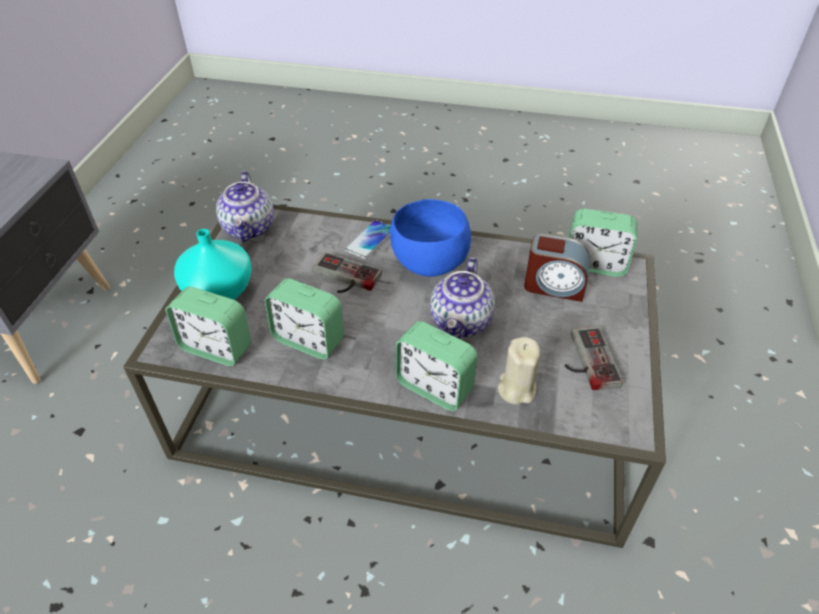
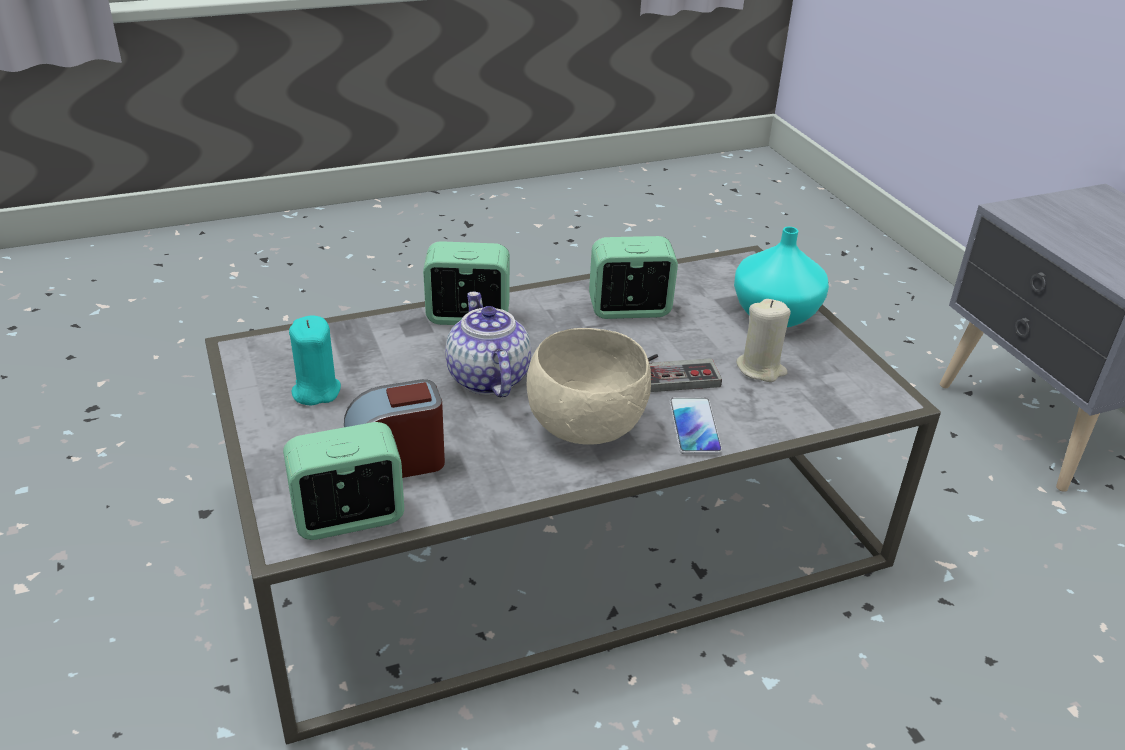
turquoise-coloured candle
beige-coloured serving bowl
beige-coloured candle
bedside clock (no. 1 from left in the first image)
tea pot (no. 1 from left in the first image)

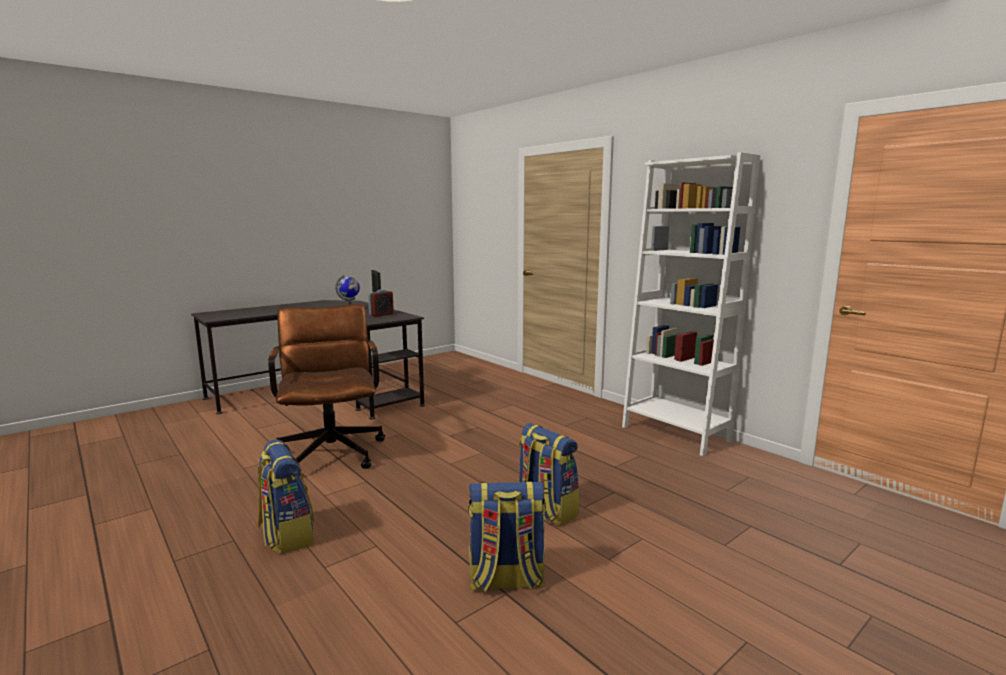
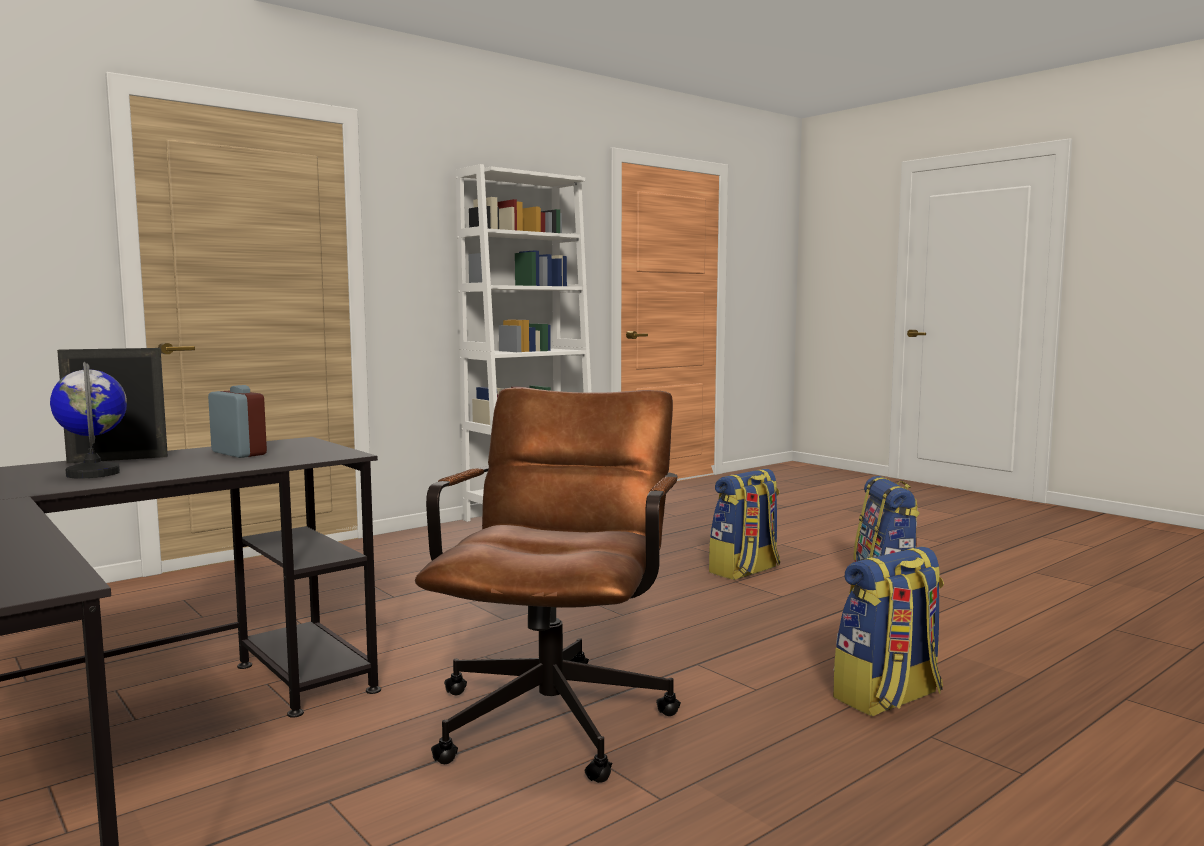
brown computer chair

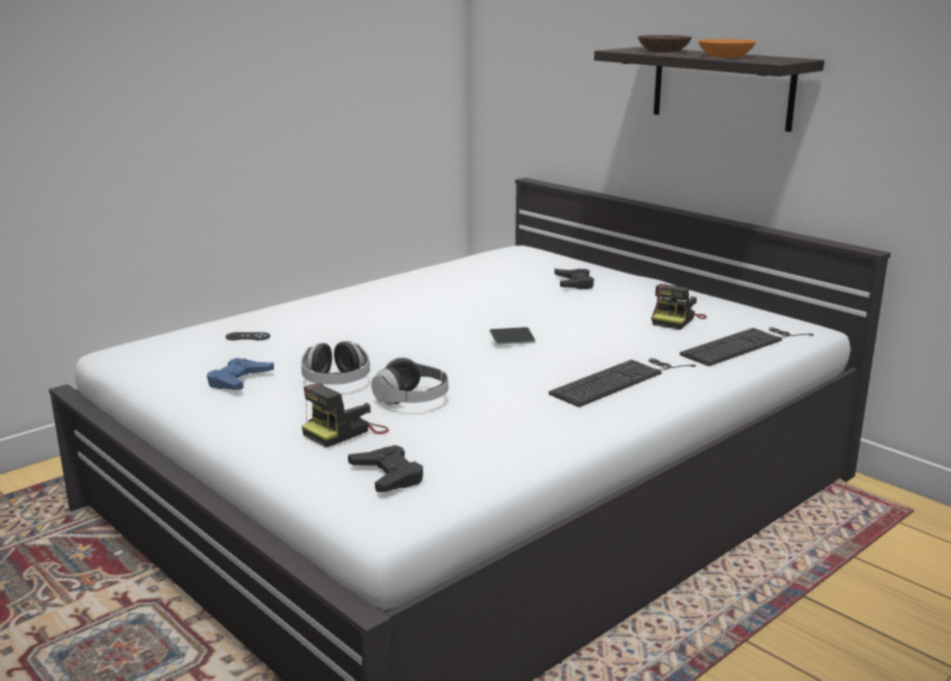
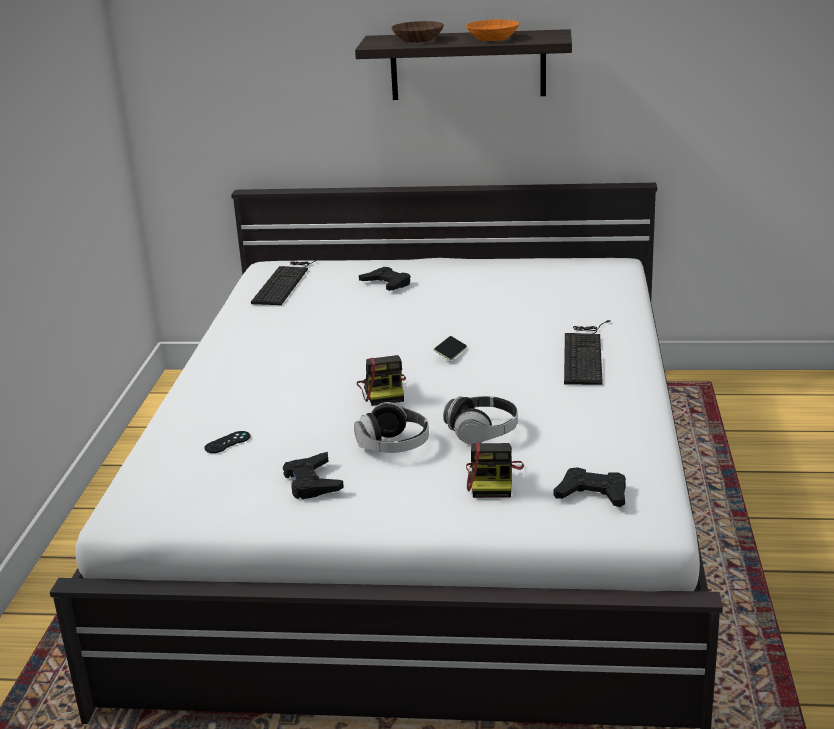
keyboard (no. 1 from left)
black-coloured game controller (no. 2 from left)
photo camera (no. 1 from left)

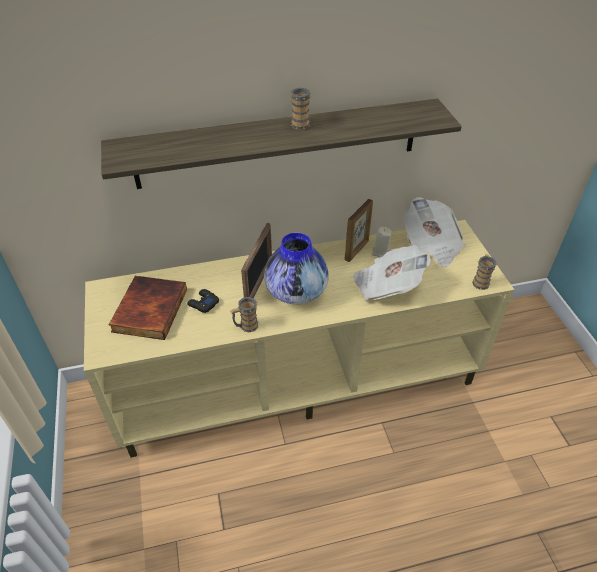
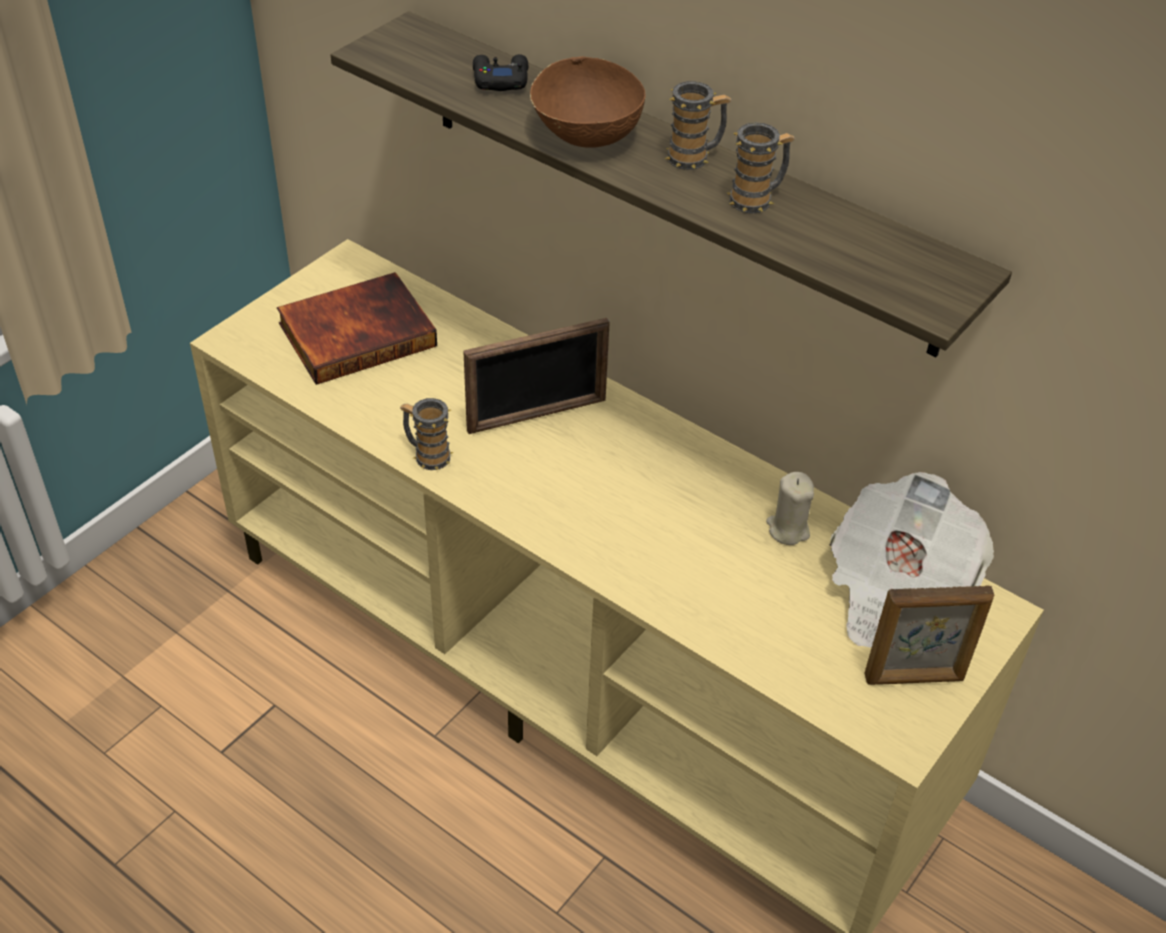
black-coloured game controller
brown serving bowl
coffee mug (no. 3 from left)
standing frame (no. 2 from left)
flower vase
daily paper (no. 1 from left in the first image)

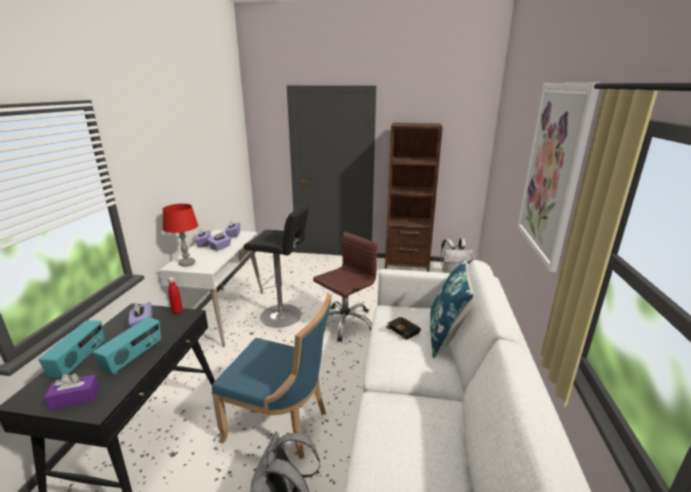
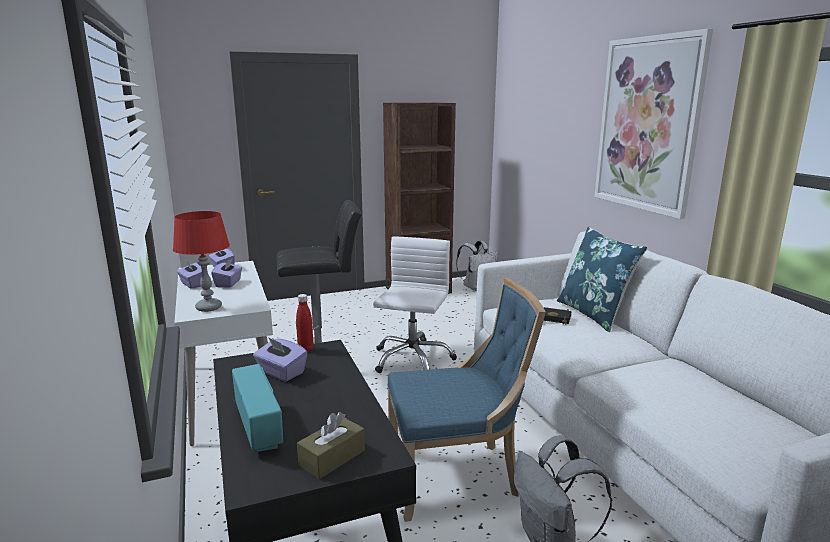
brown box of tissues
whitish computer chair
radio receiver (no. 2 from left in the first image)

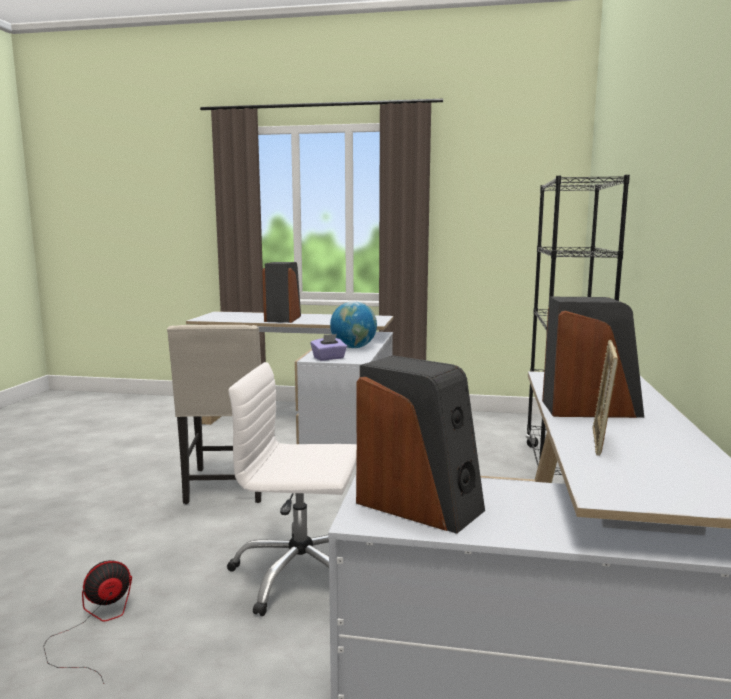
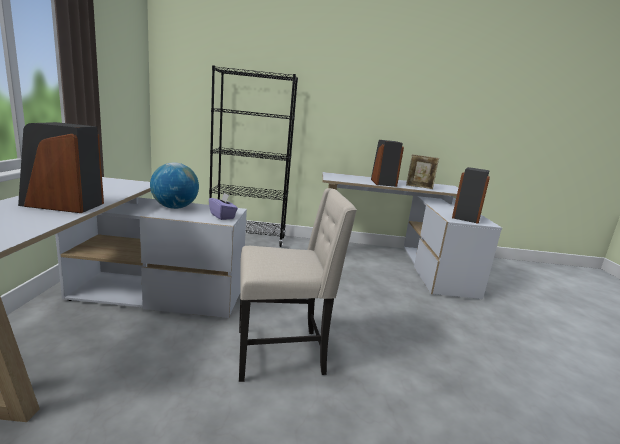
electric fan
whitish computer chair

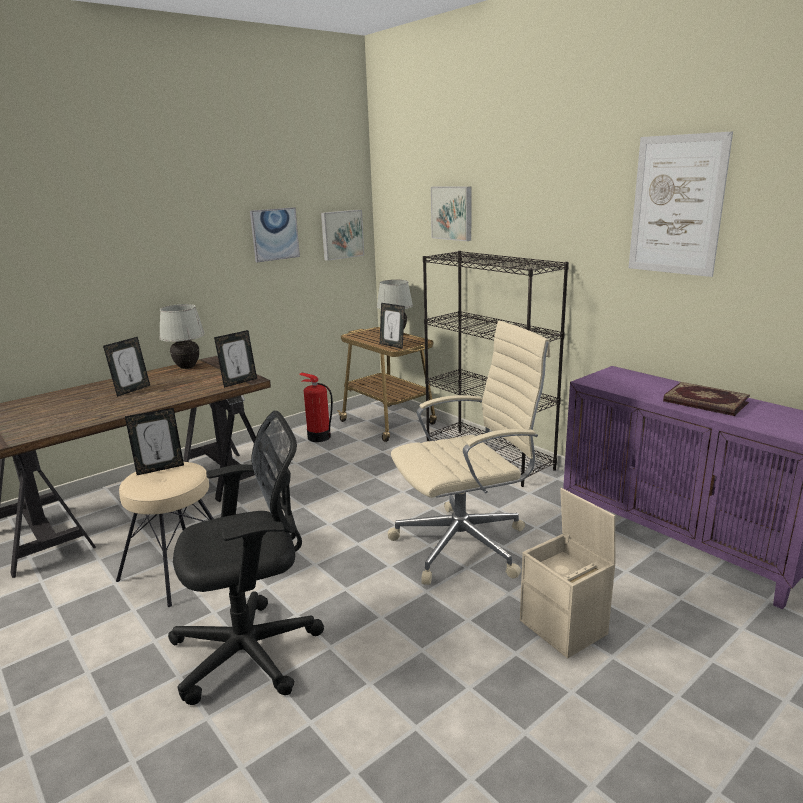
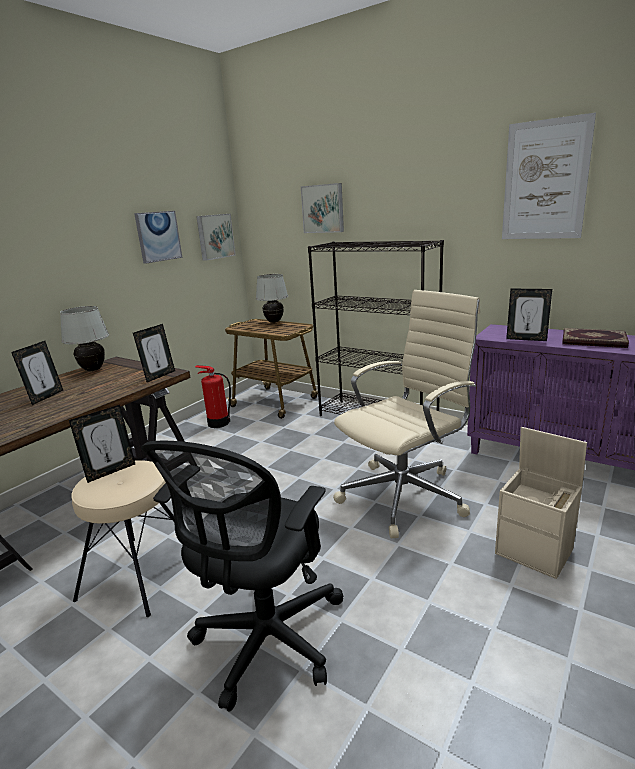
black-coloured computer chair
standing frame (no. 4 from left)

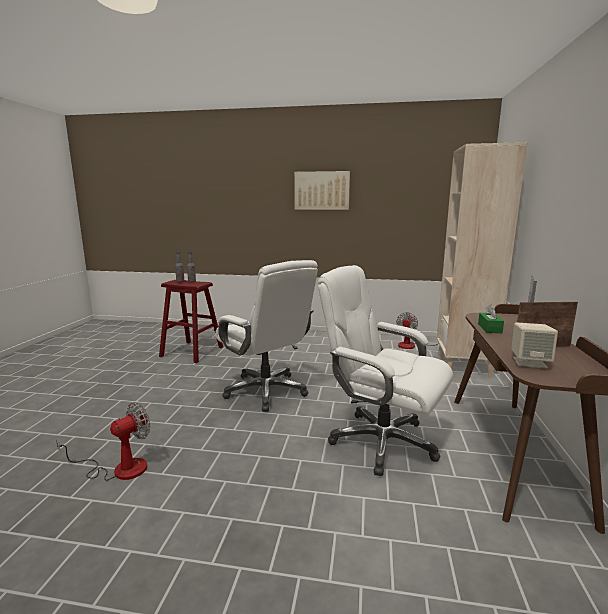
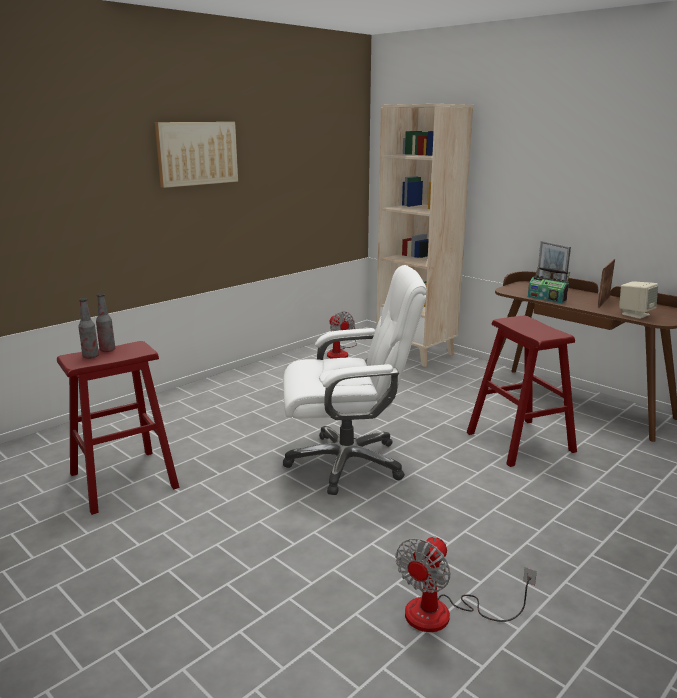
electric fan (no. 2 from left)
red sitting stool (no. 2 from left)
radio receiver

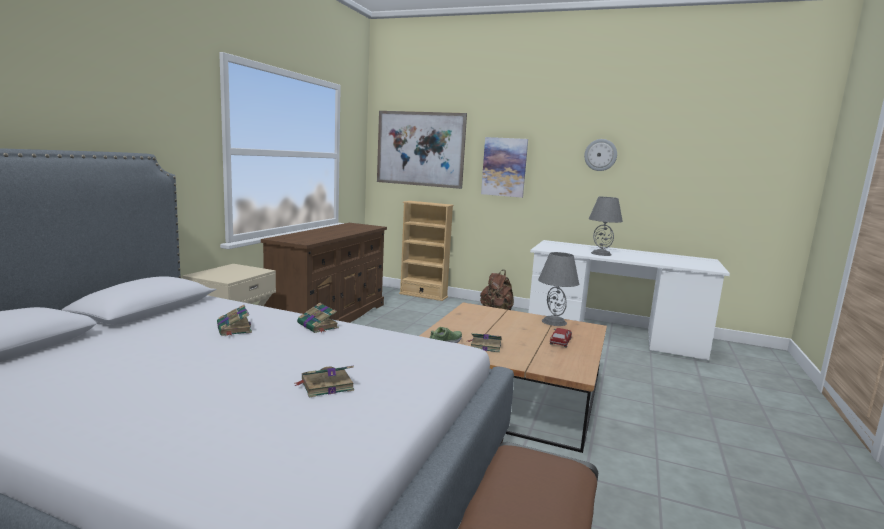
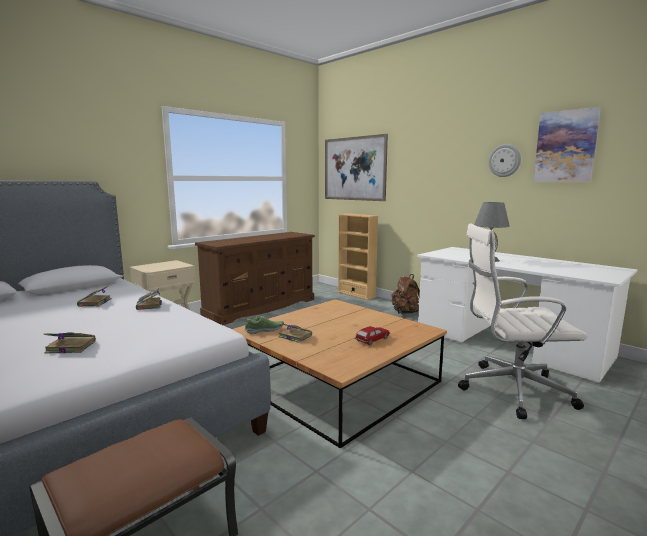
whitish computer chair
wall art (no. 2 from left)
gray table lamp (no. 1 from left in the first image)

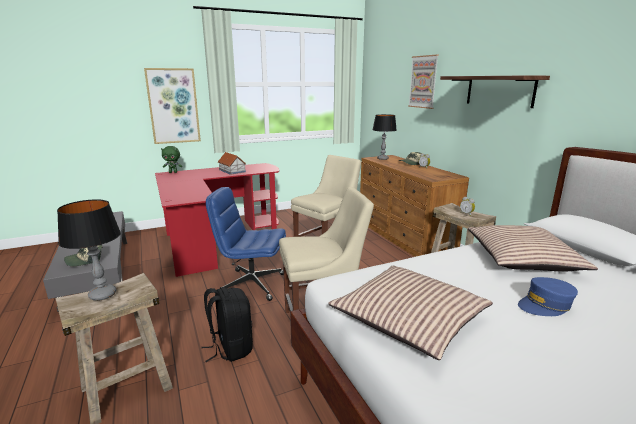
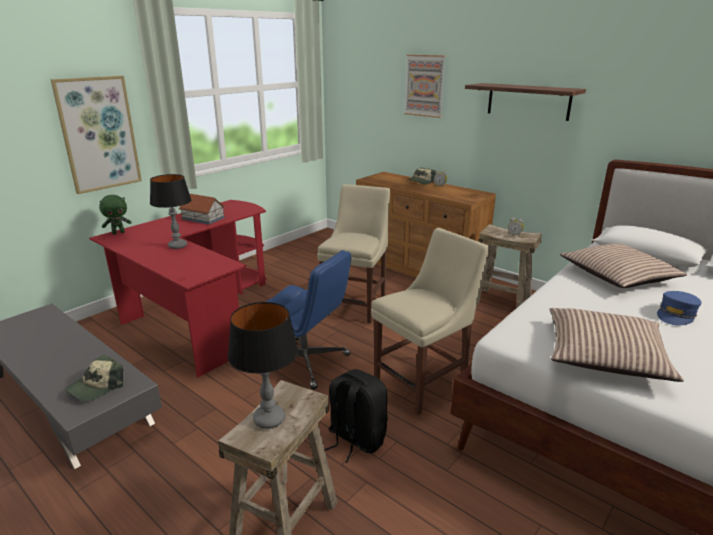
table lamp (no. 1 from left)
bluish computer chair

